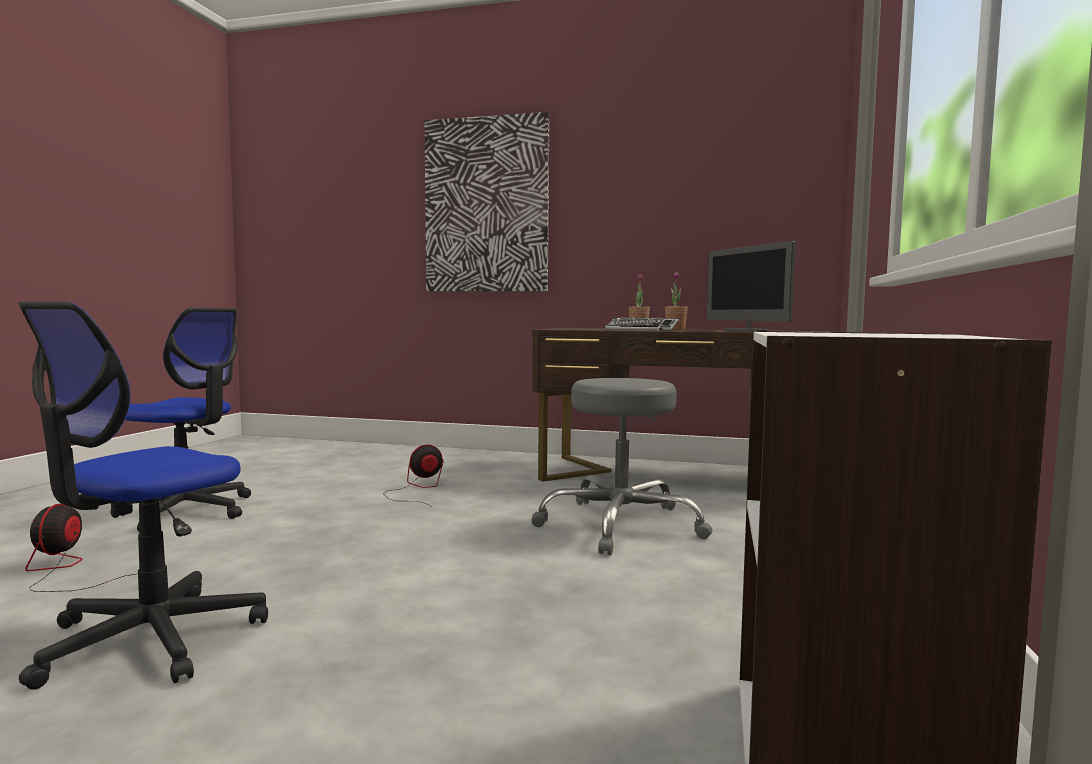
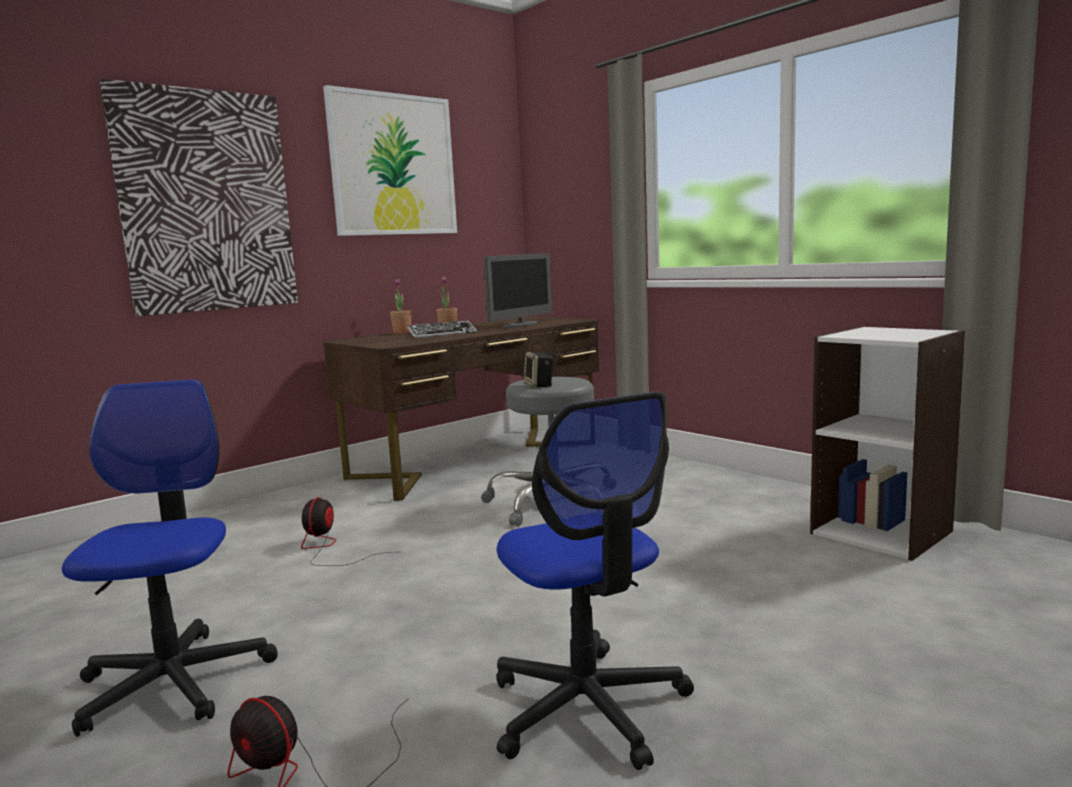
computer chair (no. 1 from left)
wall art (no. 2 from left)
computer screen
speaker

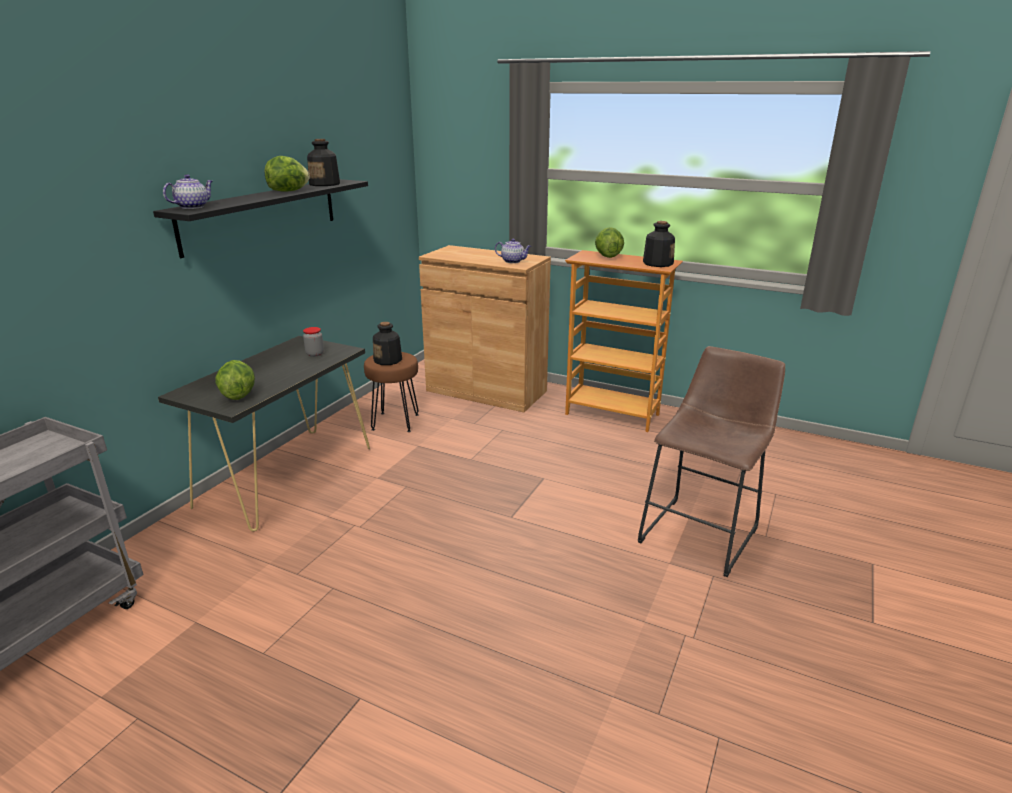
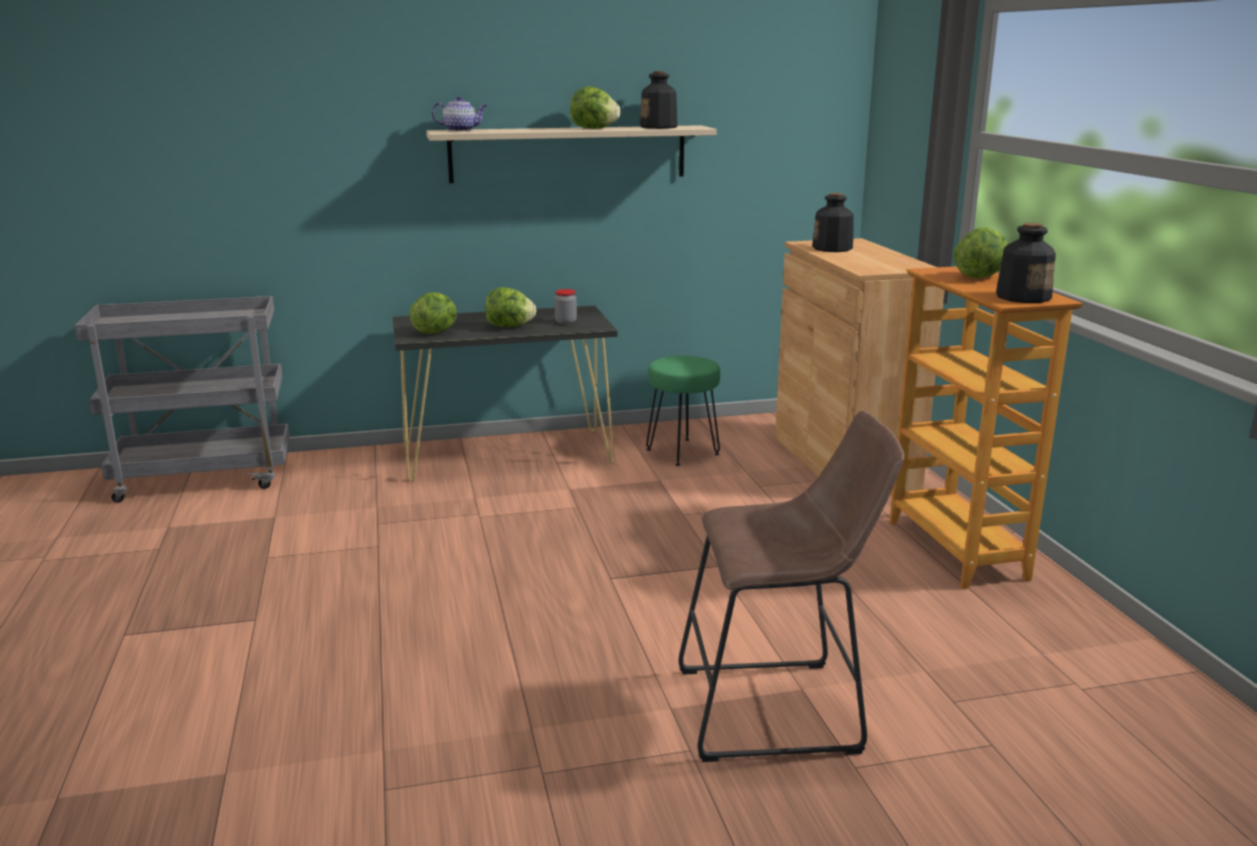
beige-coloured wall shelf
head of lettuce (no. 2 from left)
greenish sitting stool
beverage bottle (no. 2 from left)
tea pot (no. 2 from left in the first image)

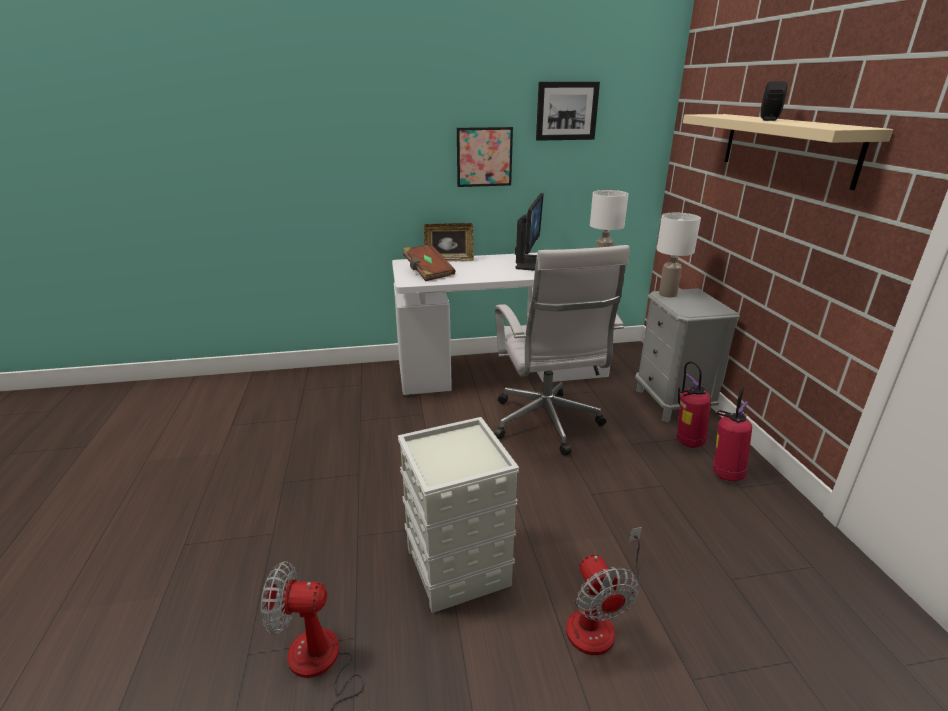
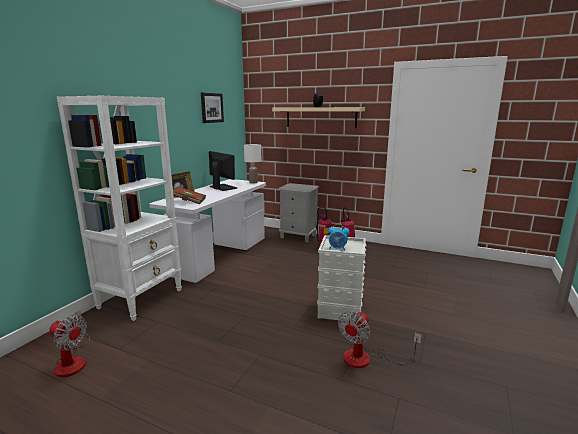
electric fan (no. 1 from left)
whitish bookshelf
bedside clock
wall art (no. 1 from left in the first image)
whitish computer chair
whitish table lamp (no. 2 from left in the first image)

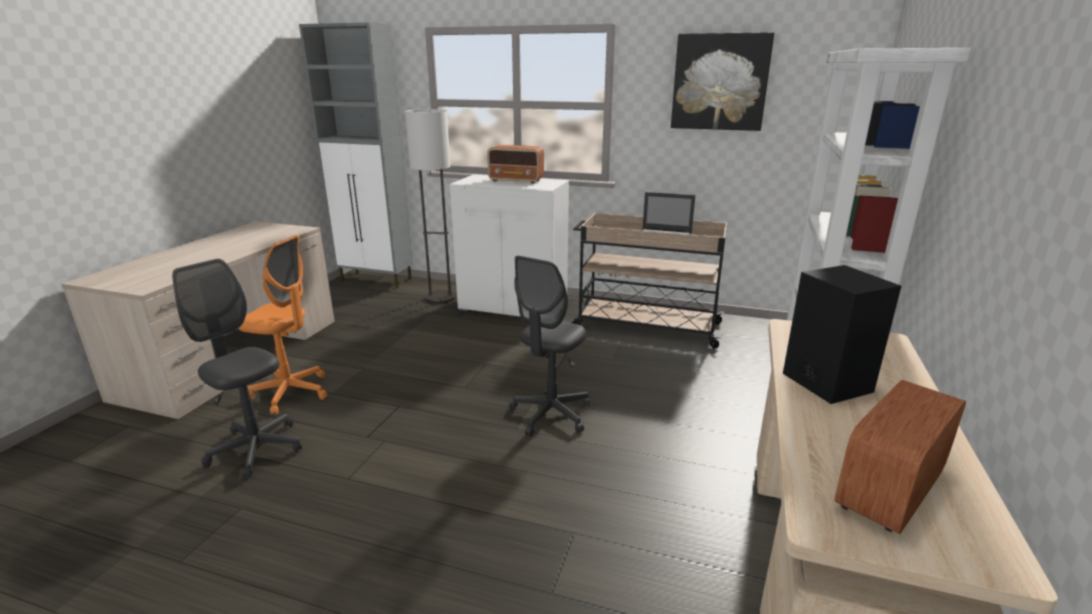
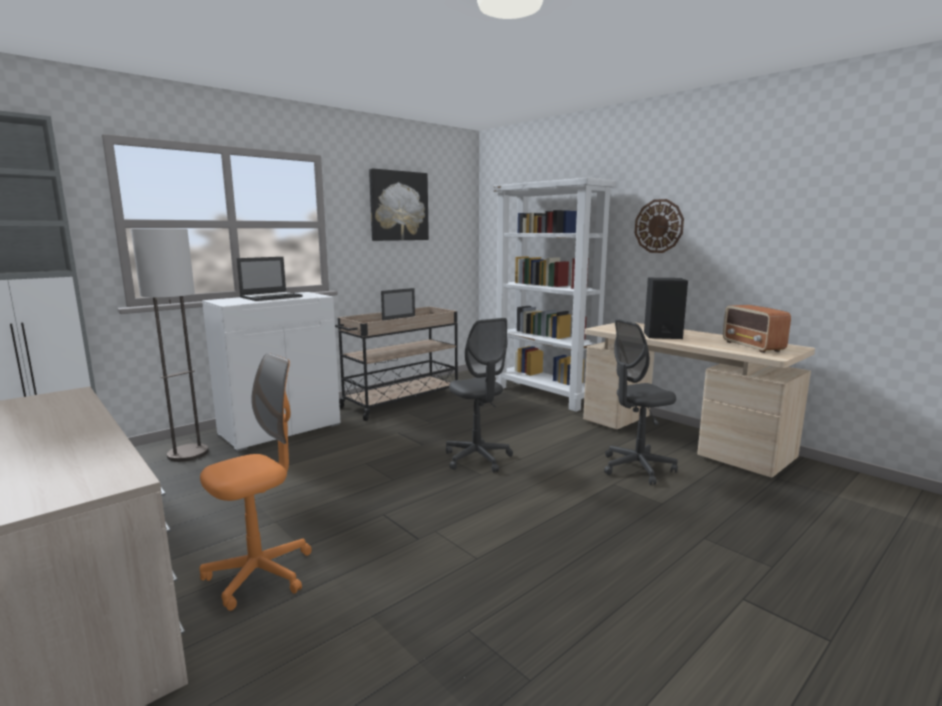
notebook computer (no. 1 from left)
gray computer chair (no. 2 from left)
clock on the wall

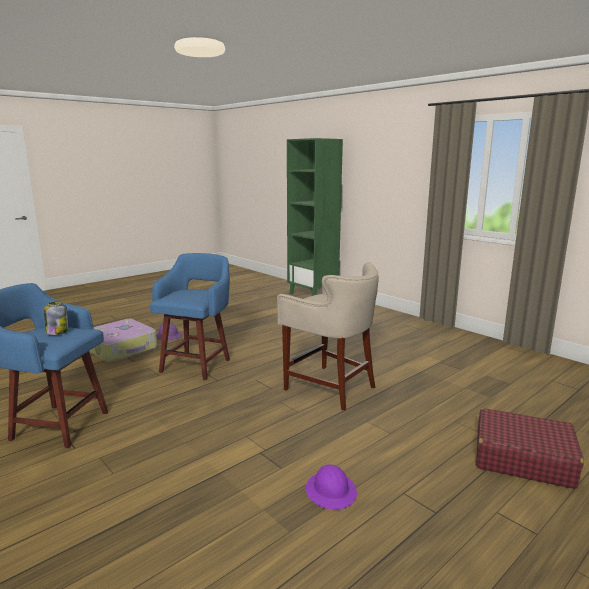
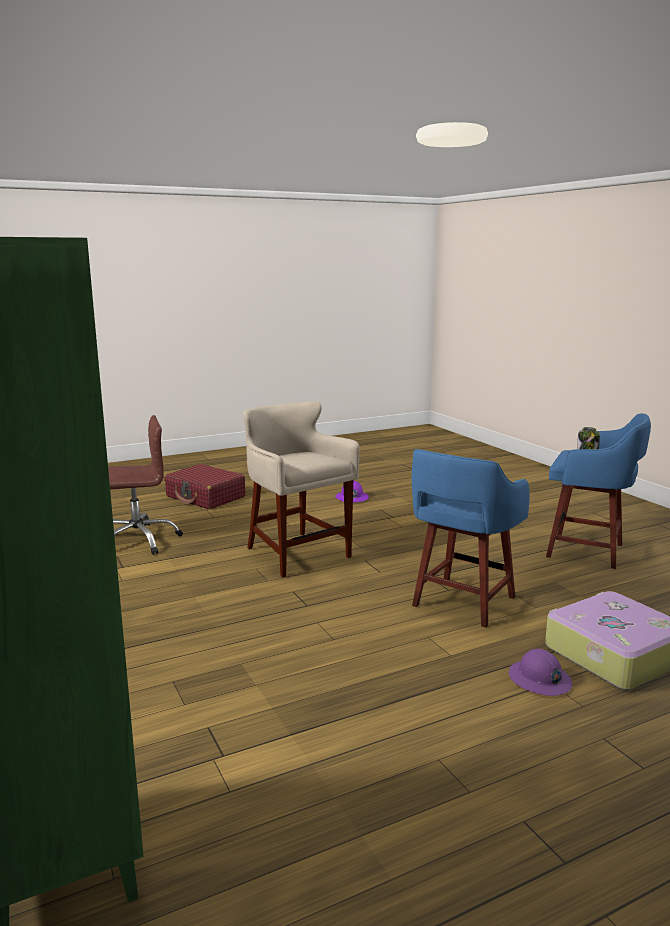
brown computer chair

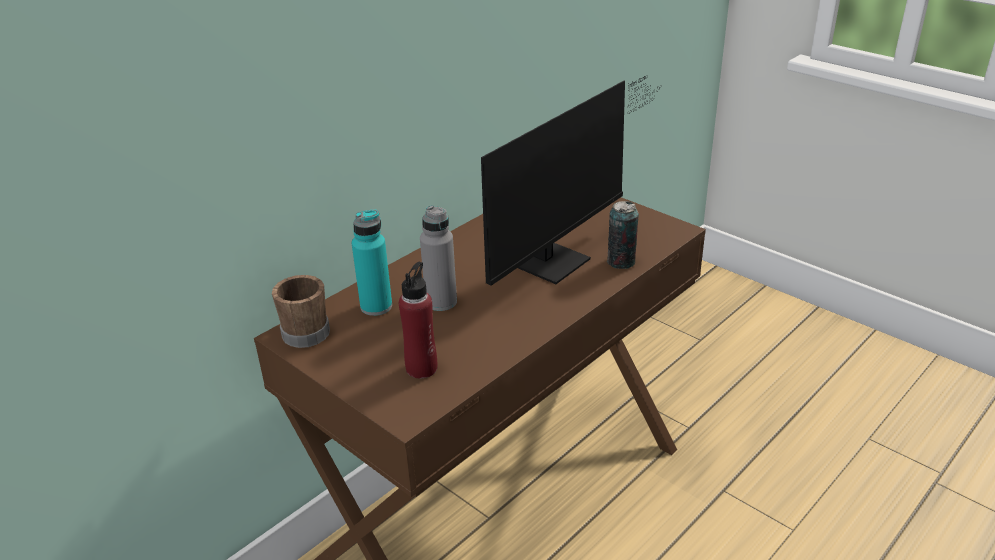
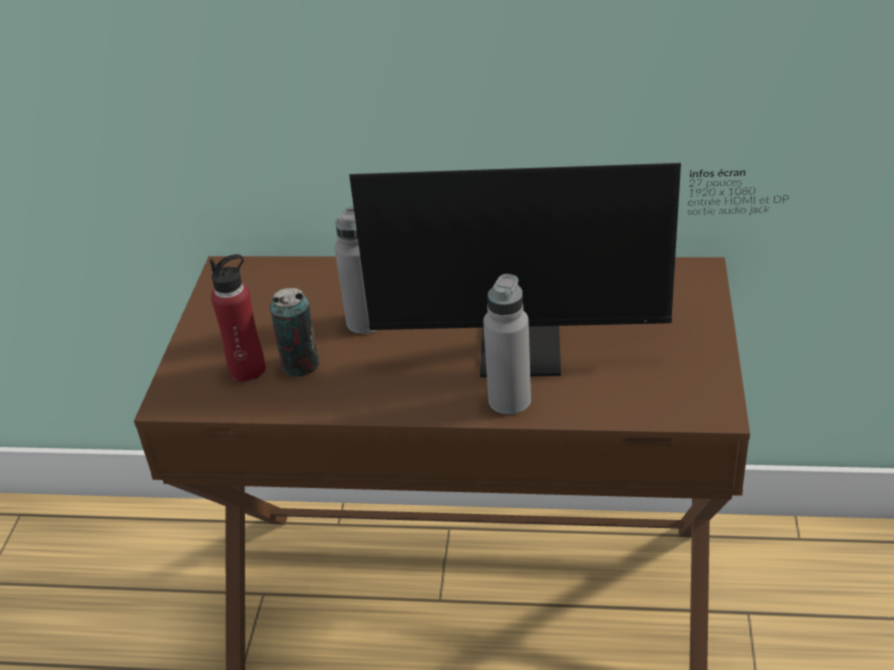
can
gray beverage bottle (no. 2 from left)
brown coffee mug
turquoise-coloured beverage bottle

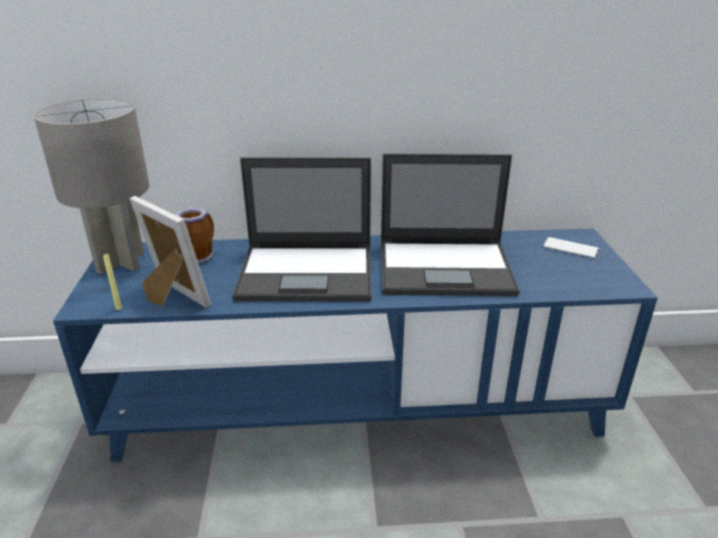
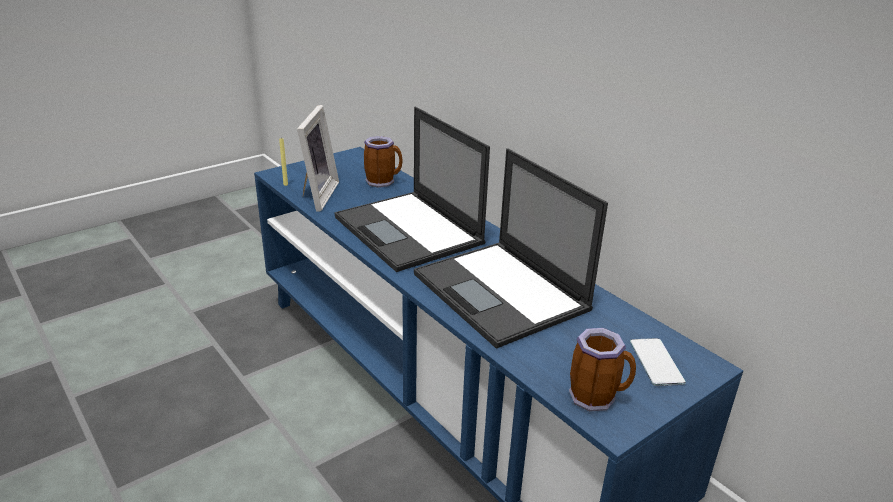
coffee mug (no. 2 from left)
gray table lamp

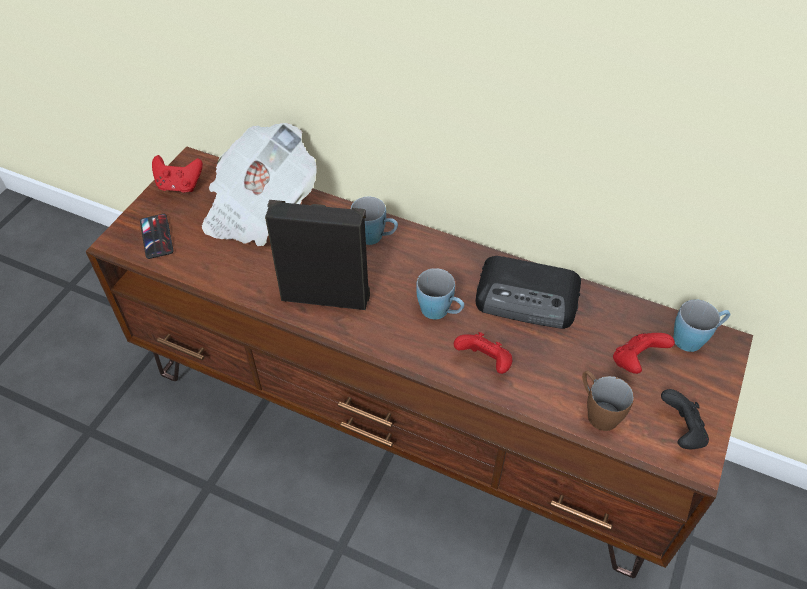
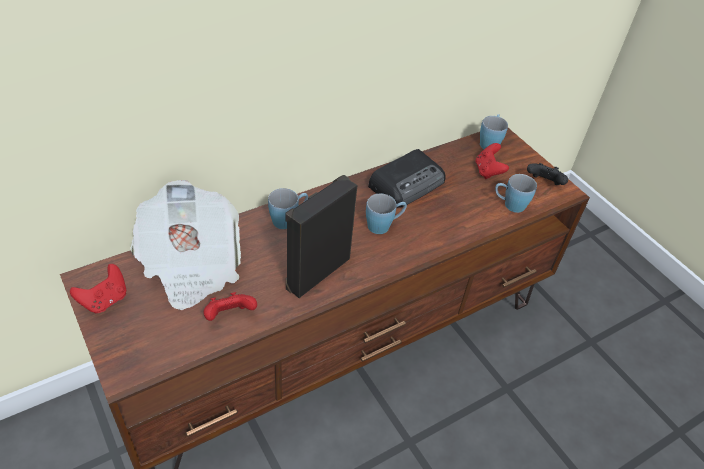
red game controller (no. 2 from left)
bluish coffee mug (no. 4 from left)
telephone

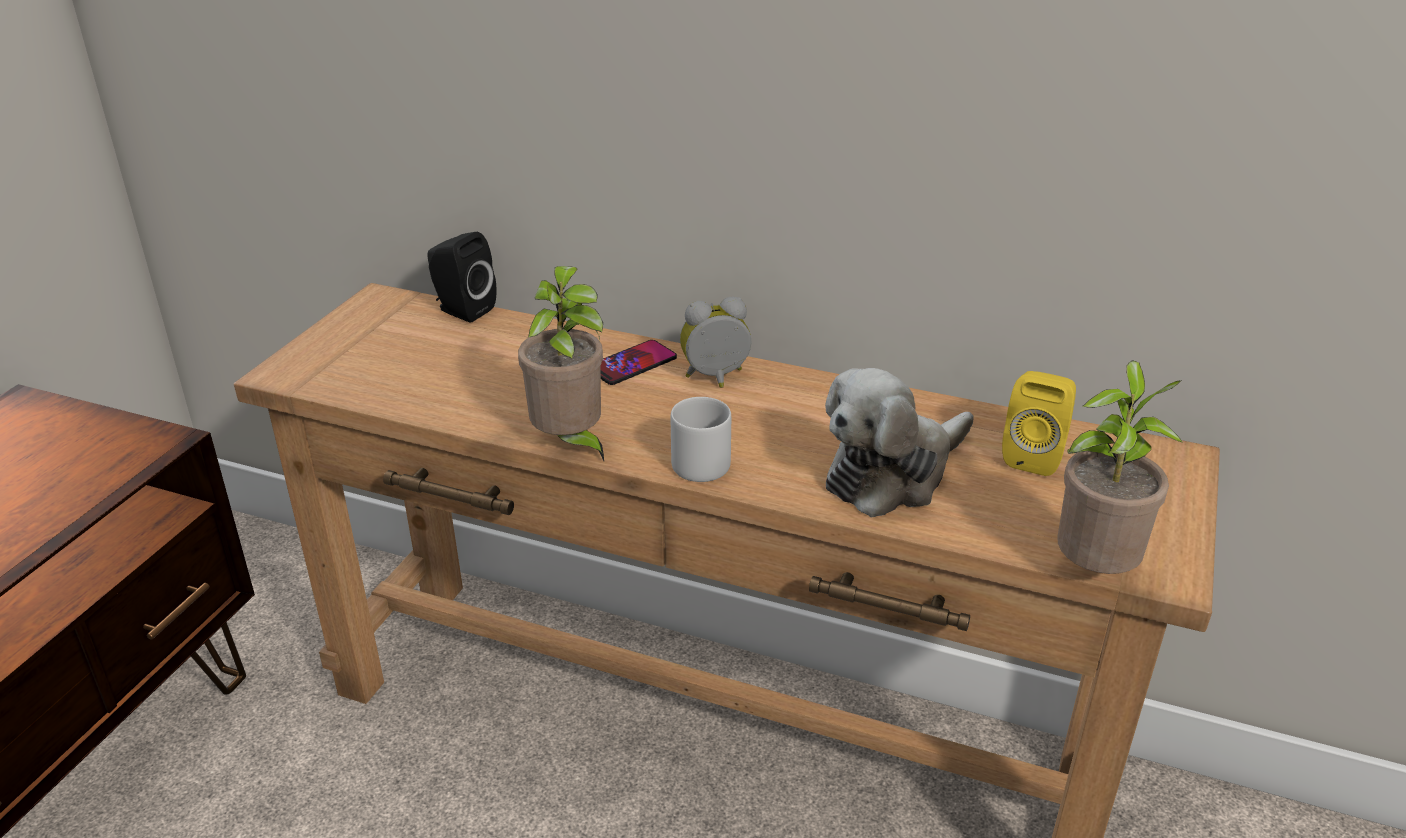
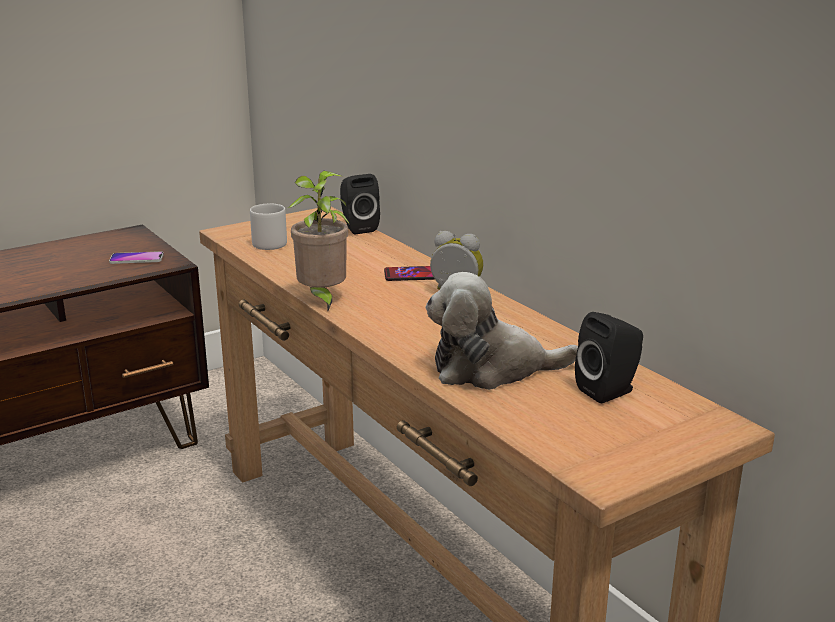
telephone (no. 1 from left)
gray coffee mug
black-coloured speaker (no. 2 from left)
plant in a pot (no. 2 from left in the first image)

